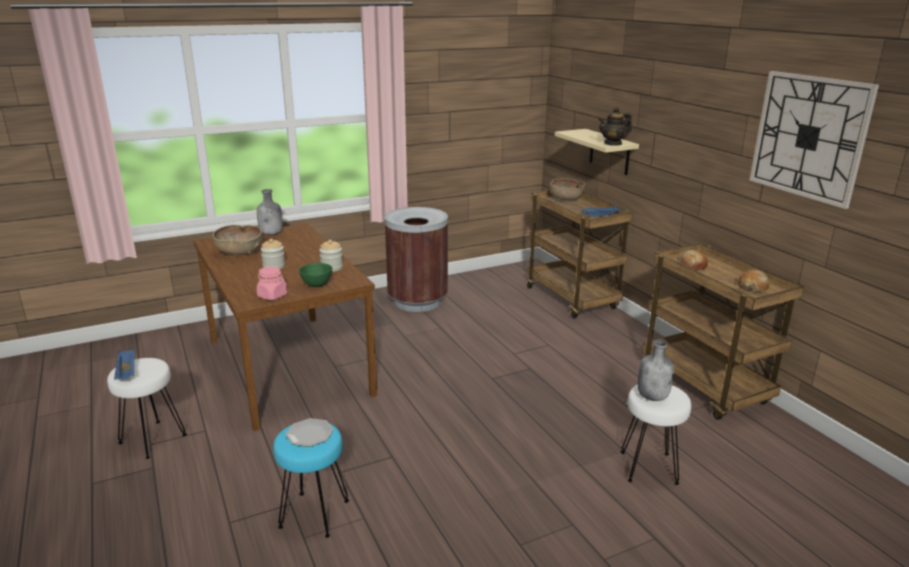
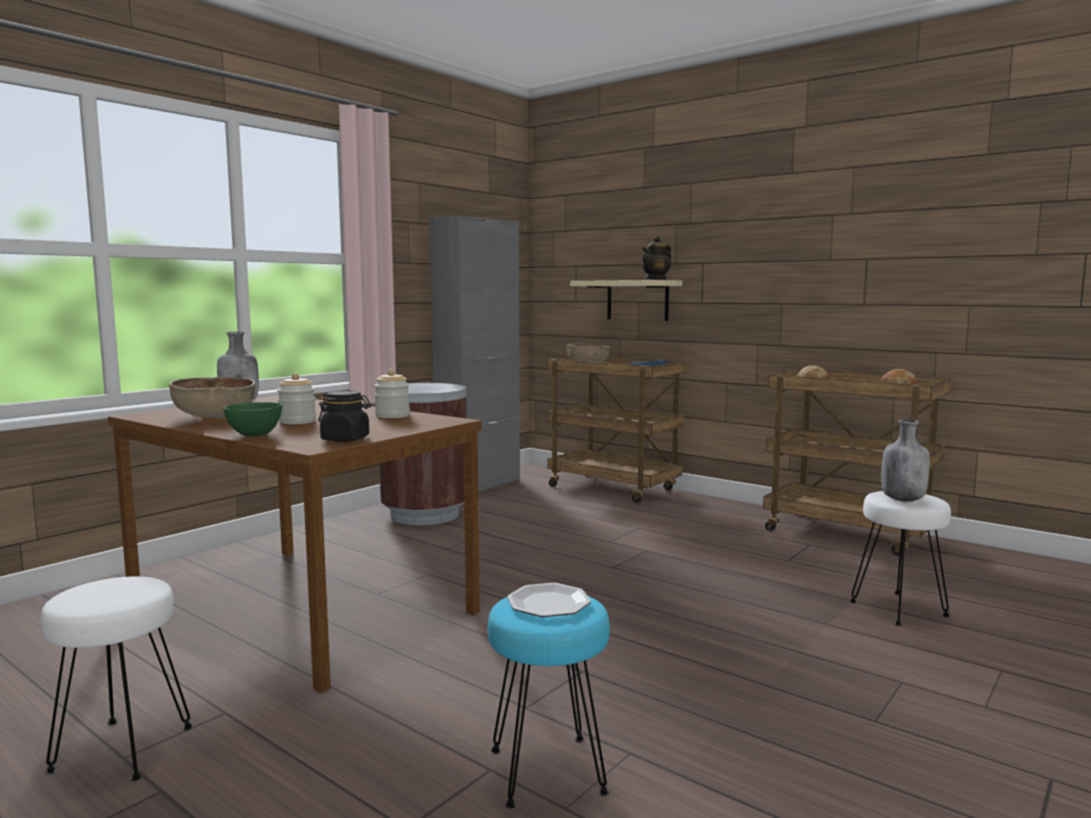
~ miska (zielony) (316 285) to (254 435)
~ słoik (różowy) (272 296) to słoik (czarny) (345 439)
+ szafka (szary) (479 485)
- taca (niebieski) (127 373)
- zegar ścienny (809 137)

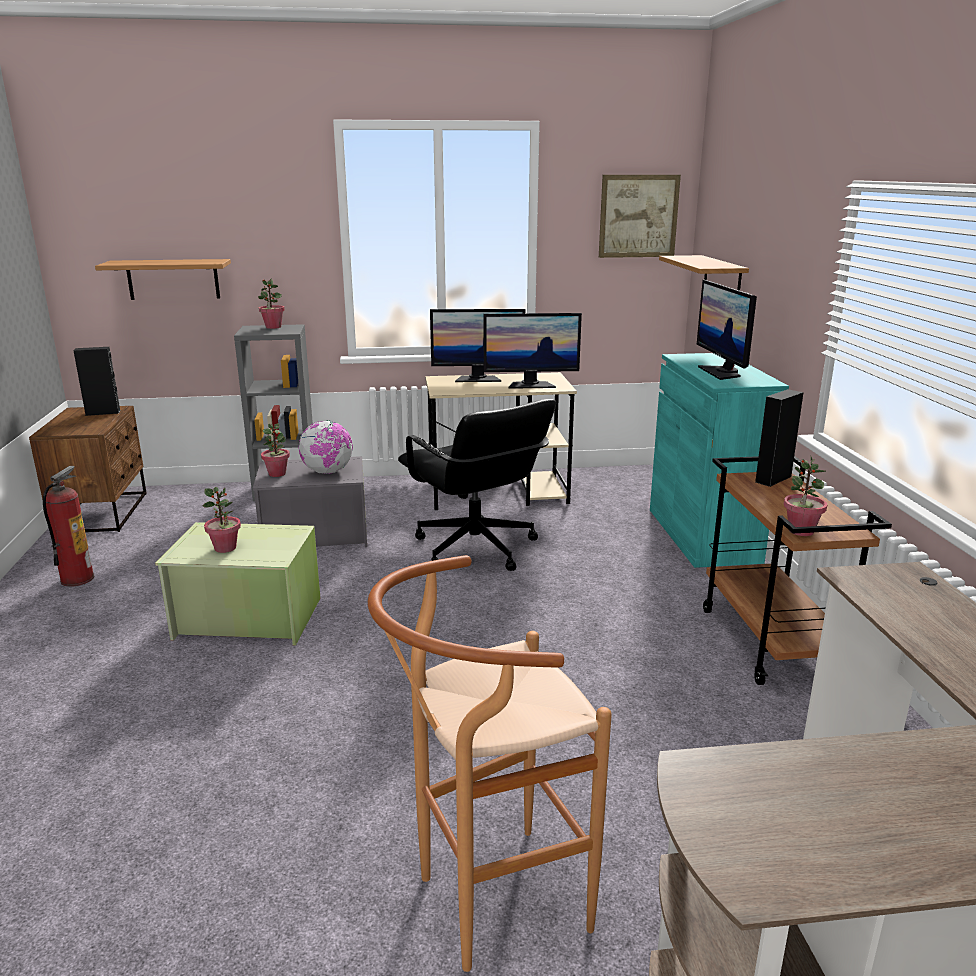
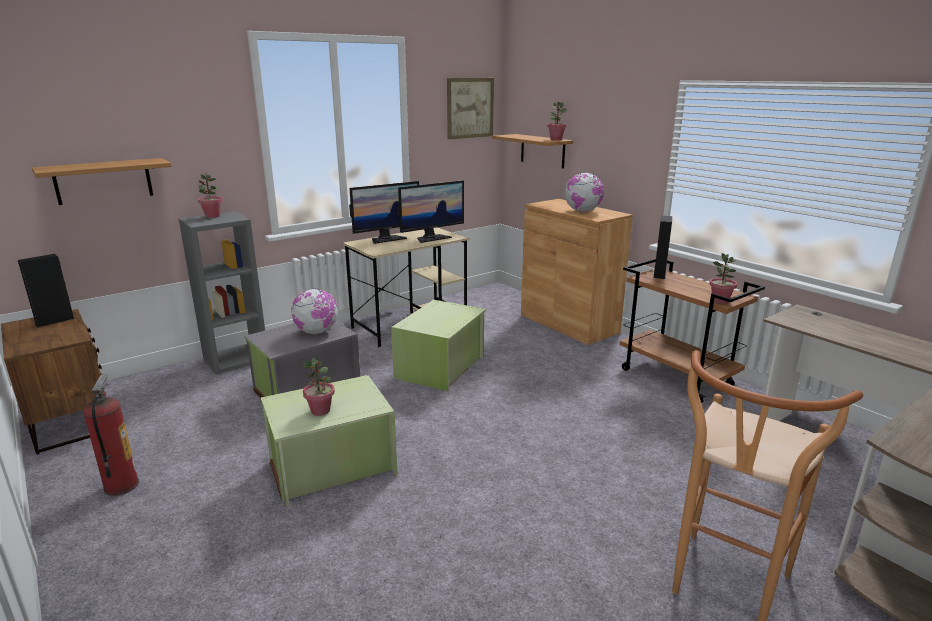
~ krzesło biurowe (czarny) (475 549) to pojemnik do przechowywania (zielony) (441 367)
~ szafka (turkusowy) (702 535) to szafka (brązowy) (568 323)
~ roślina doniczkowa (277 474) to (556 139)
~ monitor (722 372) to globus (583 211)

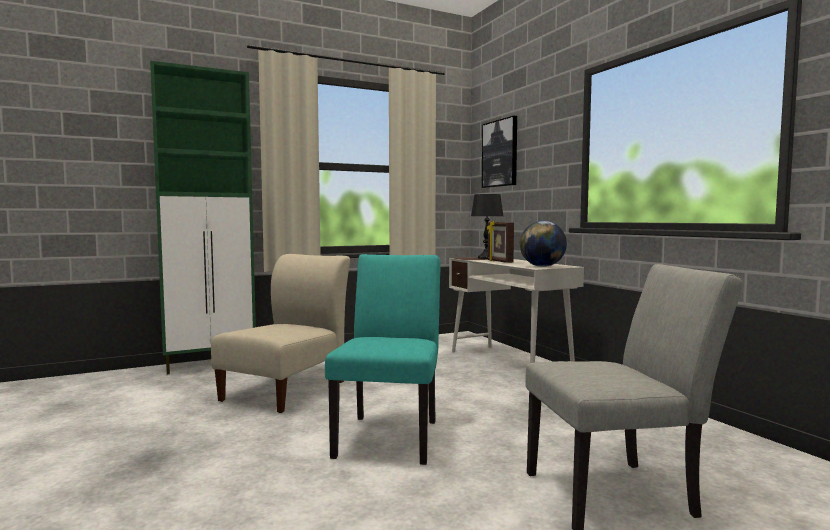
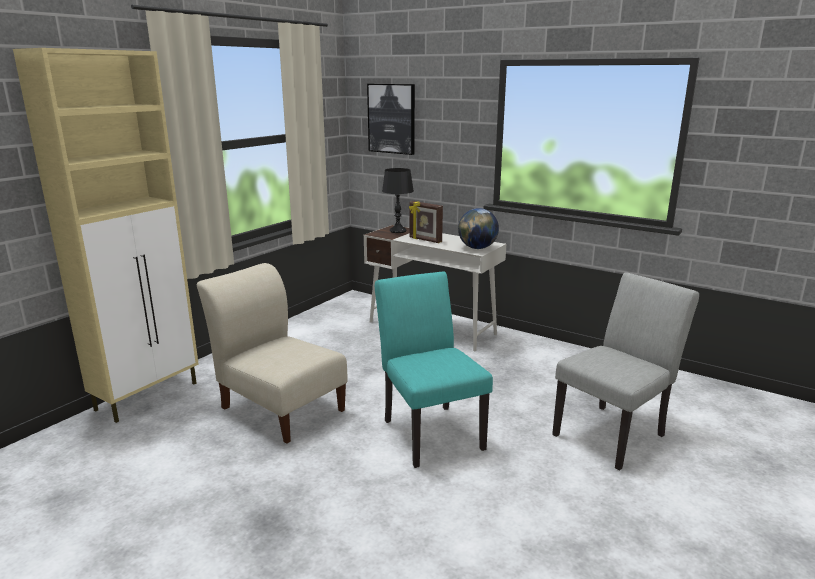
~ szafka (zielony) (211 364) to szafka (beżowy) (148 396)
~ krzesło (beżowy) (287 389) = (280 407) 45 degrees counterclockwise

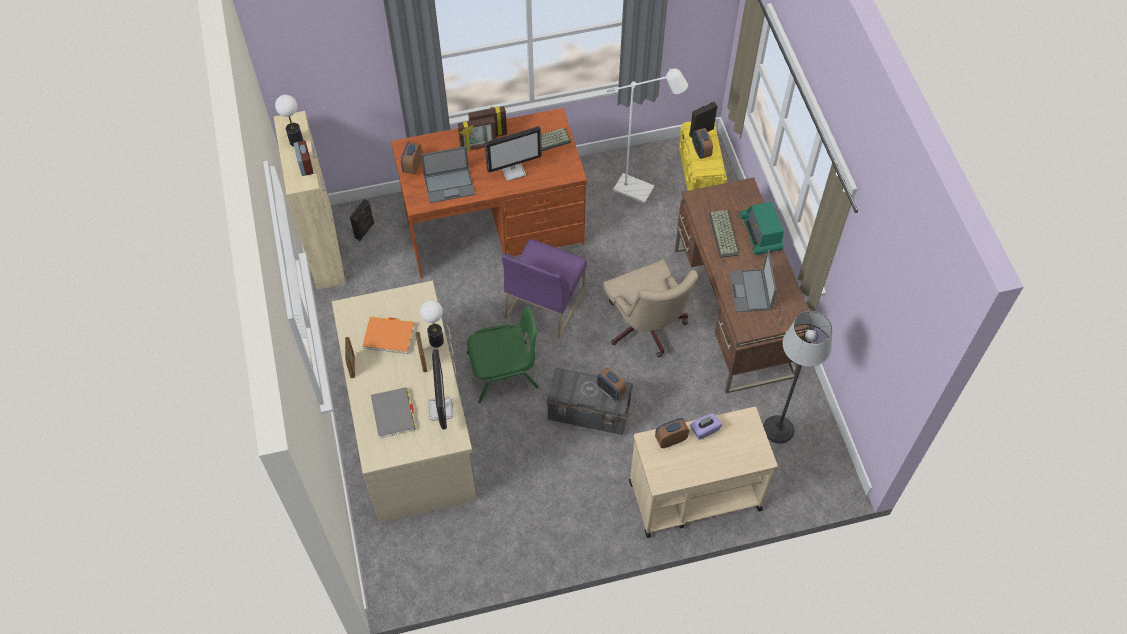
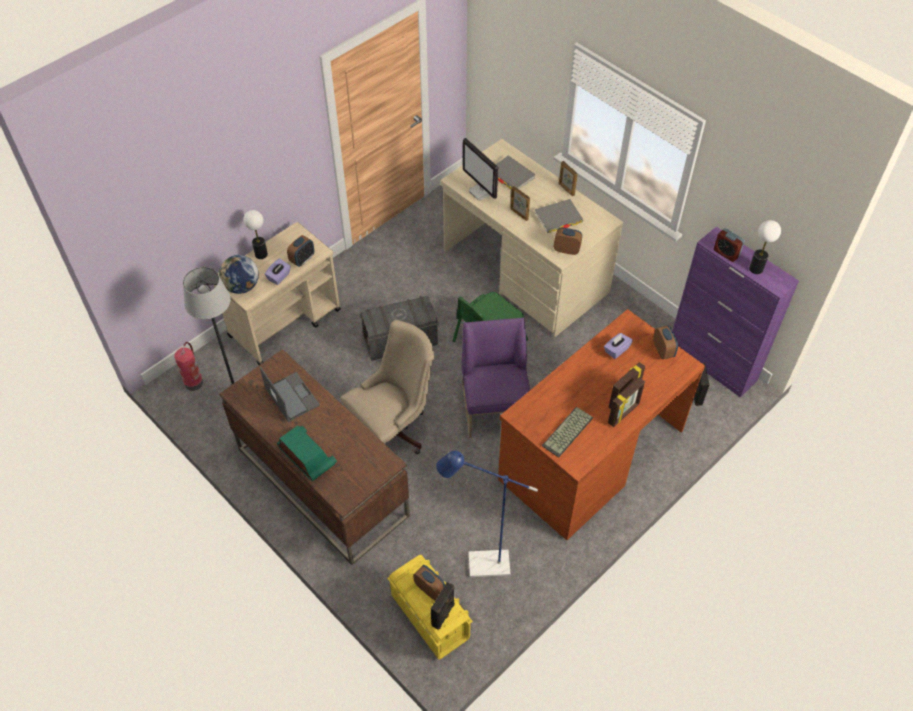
+ gaśnica (193 382)
+ globus (242 287)
~ lampa stołowa (436 341) to (261 254)
~ krzesło biurowe (beżowy) (646 328) = (393 429) 105 degrees clockwise
~ lampa stojąca (biały) (640 191) to lampa stojąca (niebieski) (480 564)
~ książka (pomarańczowy) (389 336) to książka (szary) (558 218)
~ budzik (610 391) to (566 250)
~ laptop (450 185) to pudełko chusteczek (fioletowy) (616 350)
~ szafka (beżowy) (324 249) to szafka (fioletowy) (712 363)
- monitor (513 170)
- klawiatura (724 234)

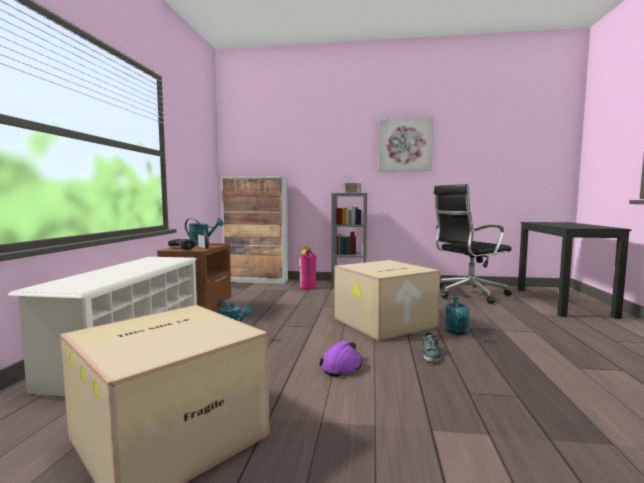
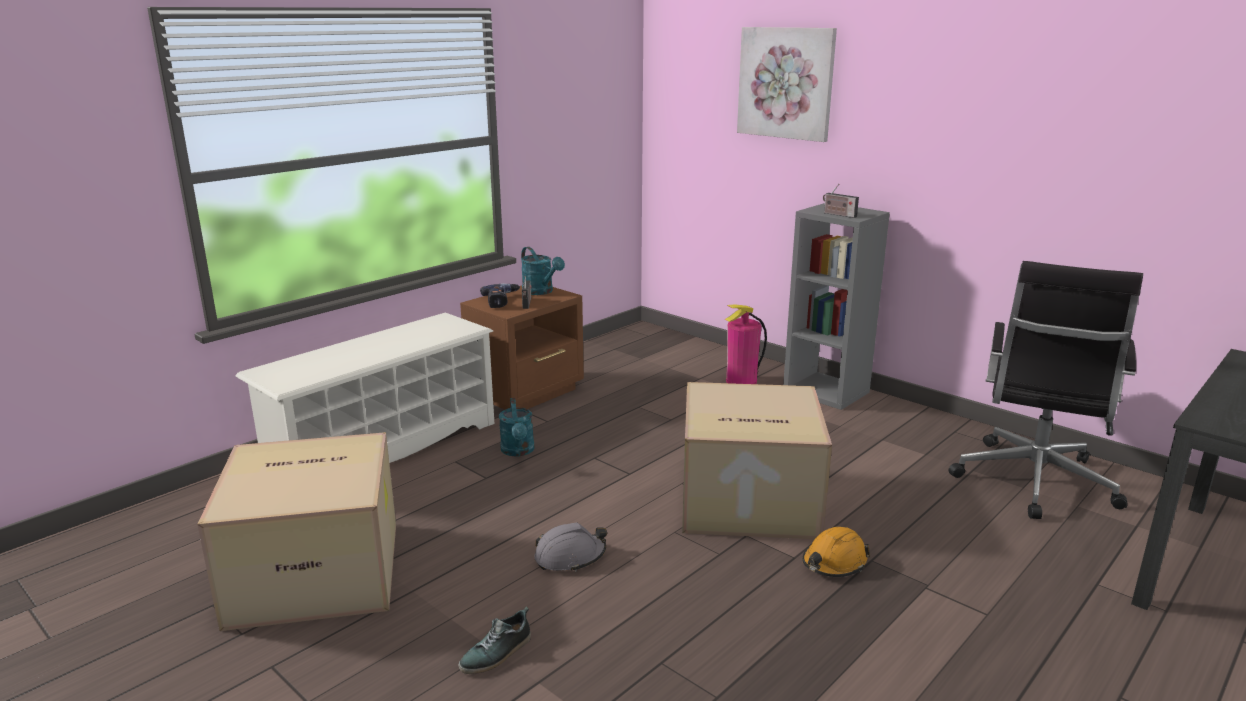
~ but (430 354) to (497 653)
~ kask (fioletowy) (341 366) to kask (szary) (570 557)
~ obraz (405 145) to (786 83)
~ konewka (turkusowy) (457 332) to kask (pomarańczowy) (834 563)
~ krzesło biurowe (czarny) (468 294) = (1033 483) 75 degrees counterclockwise
- szafka (256 280)

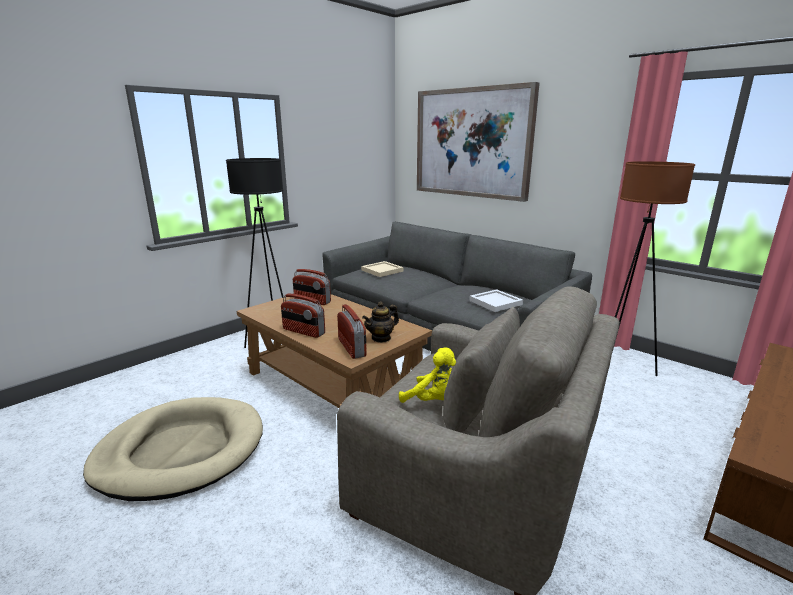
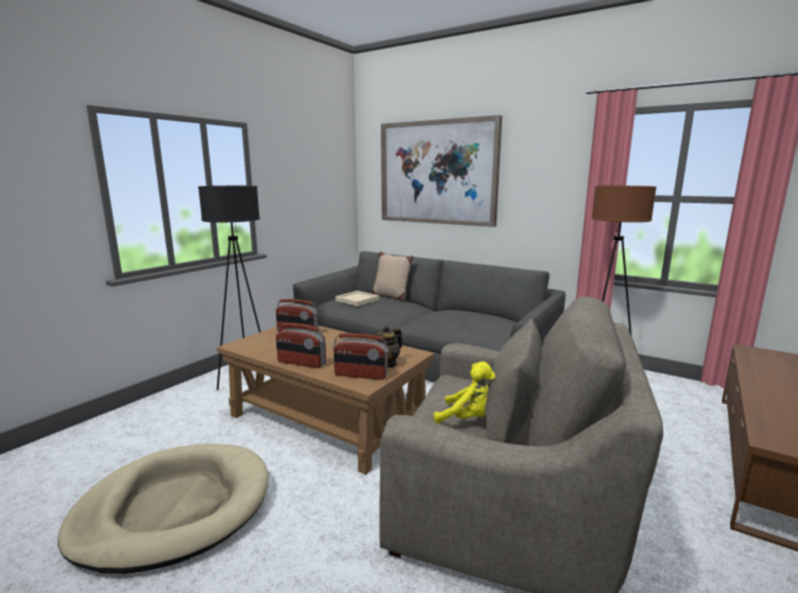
~ radio (352 348) = (361 375) 135 degrees clockwise
+ poduszka (beżowy) (391 296)
- taca (biały) (494 302)

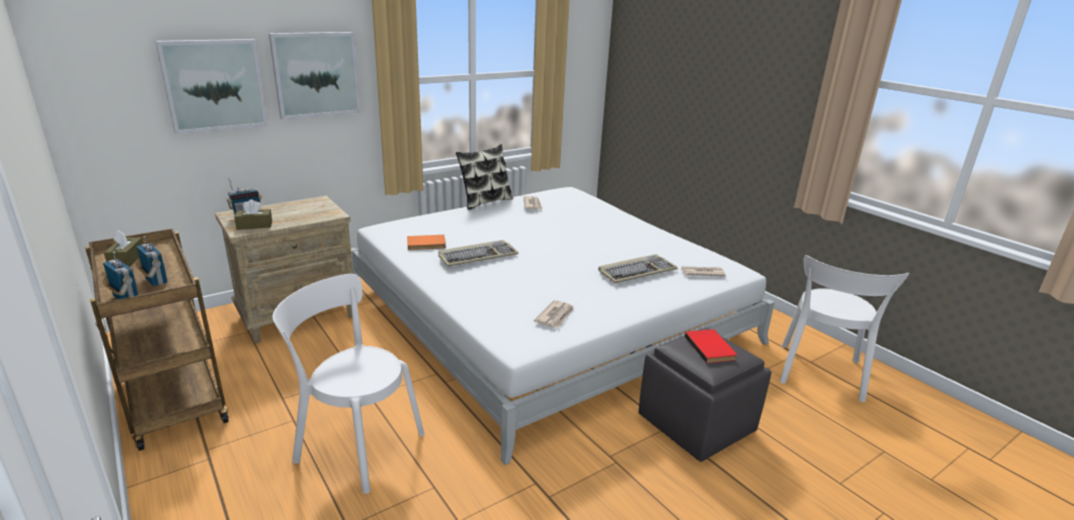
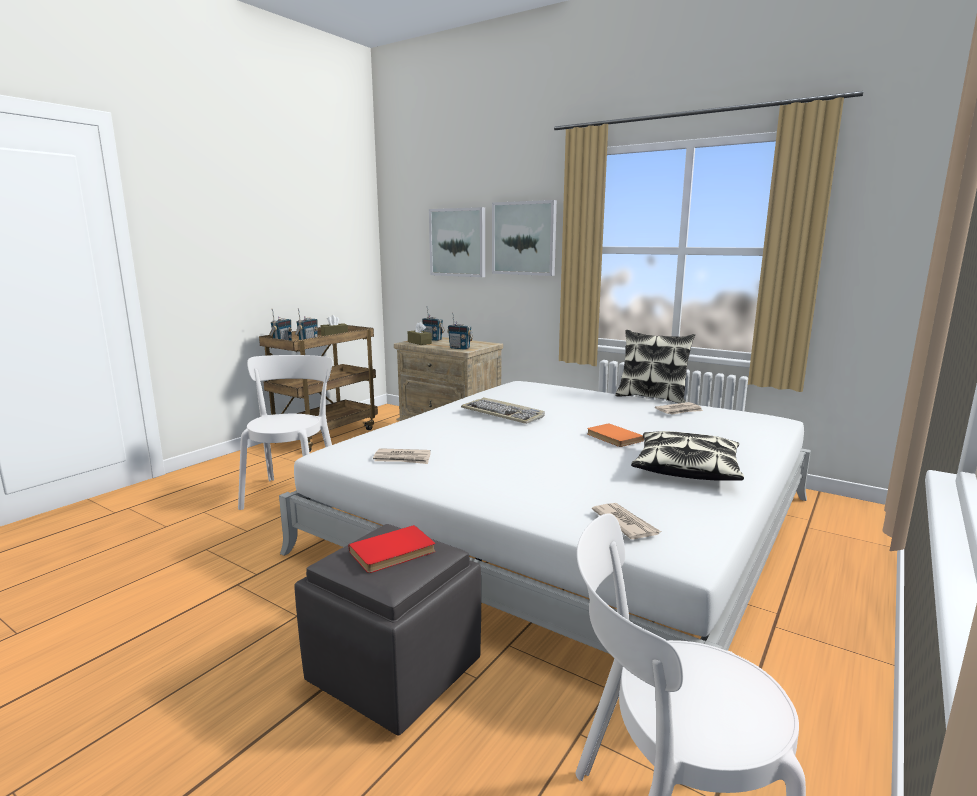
+ radio (460 348)
~ książka (pomarańczowy) (426 244) to (612 437)
+ poduszka (686 469)
- klawiatura (636 271)

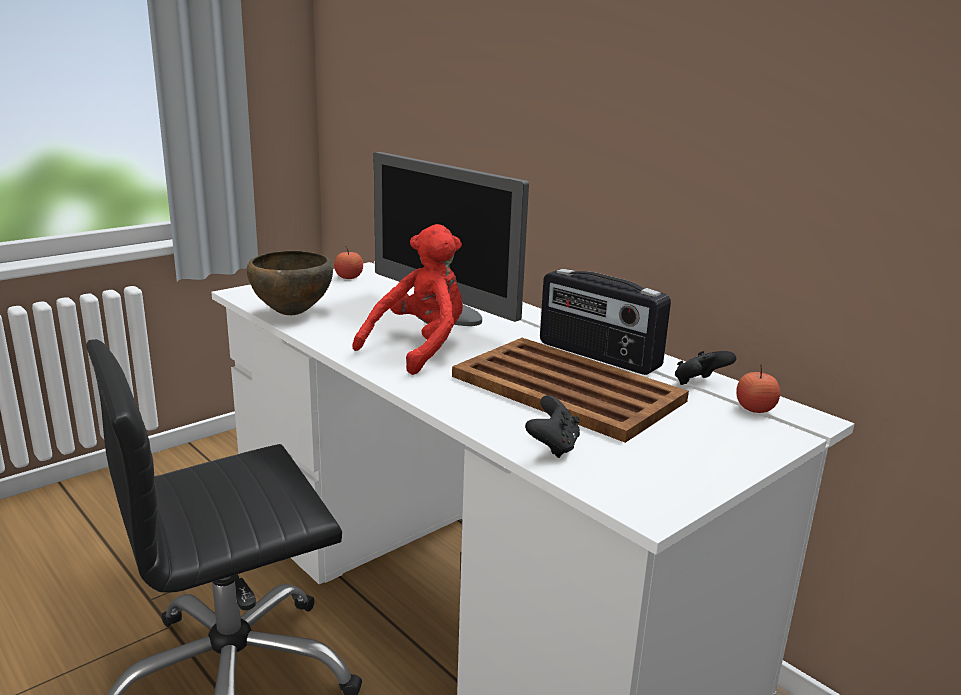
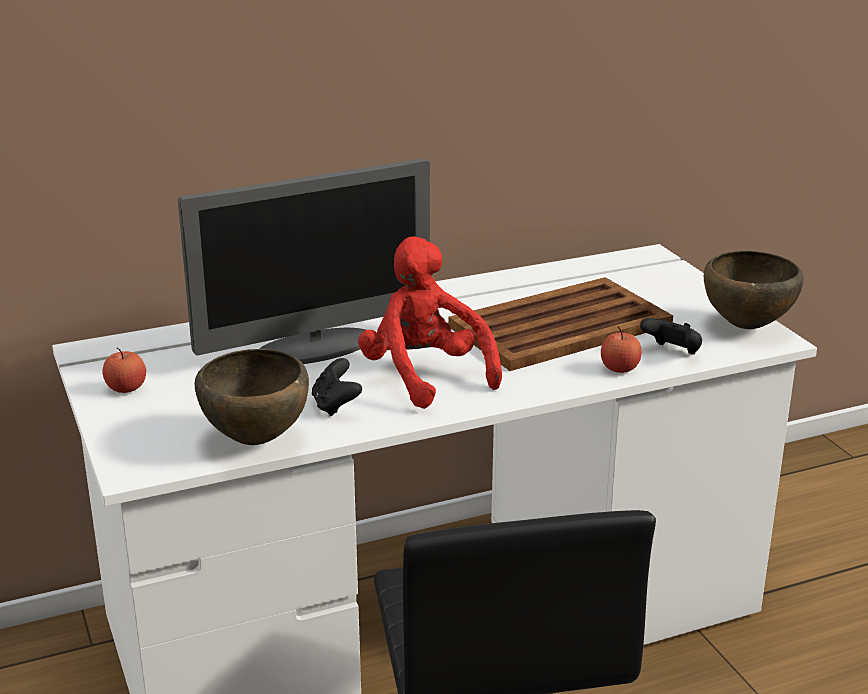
~ pad do gier (czarny) (699 384) to (335 406)
~ jabłko (755 409) to (619 368)
+ miska (brązowy) (746 326)
- radio (597 356)

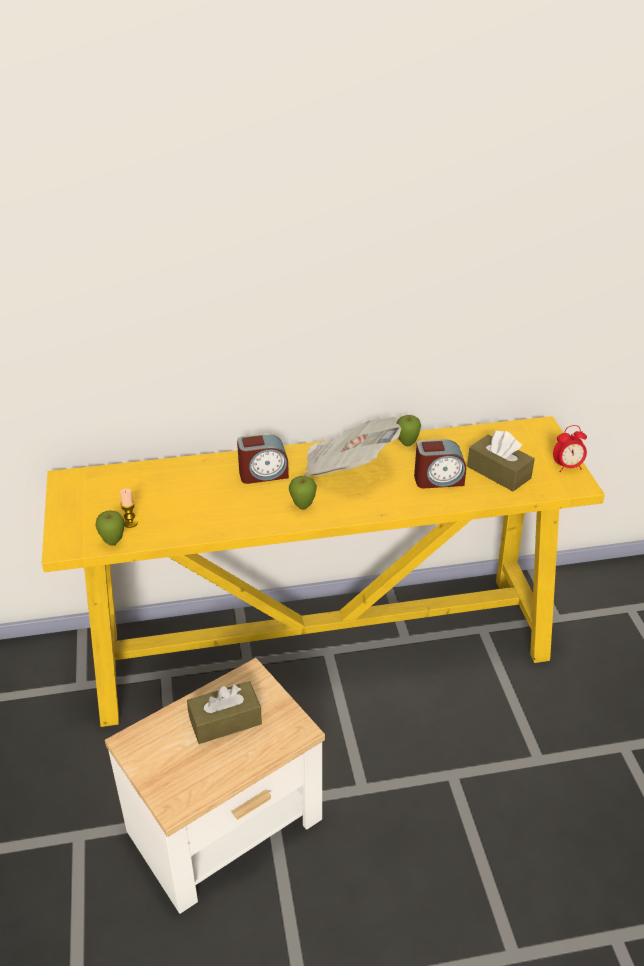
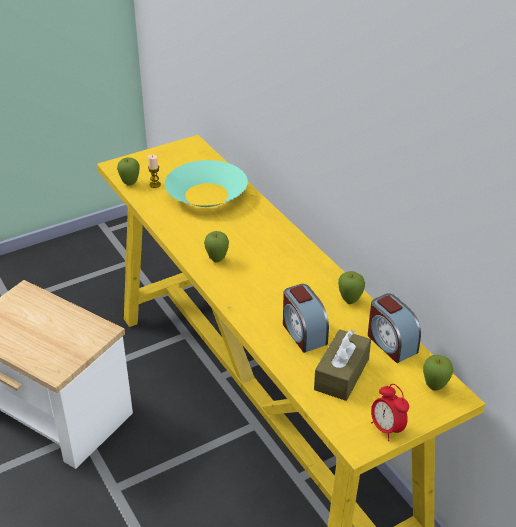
+ miska (turkusowy) (207 194)
~ budzik (263 474) to (391 343)
+ jabłko (434 387)
- pudełko chusteczek (brązowy) (225 721)
- gazeta (348 468)

